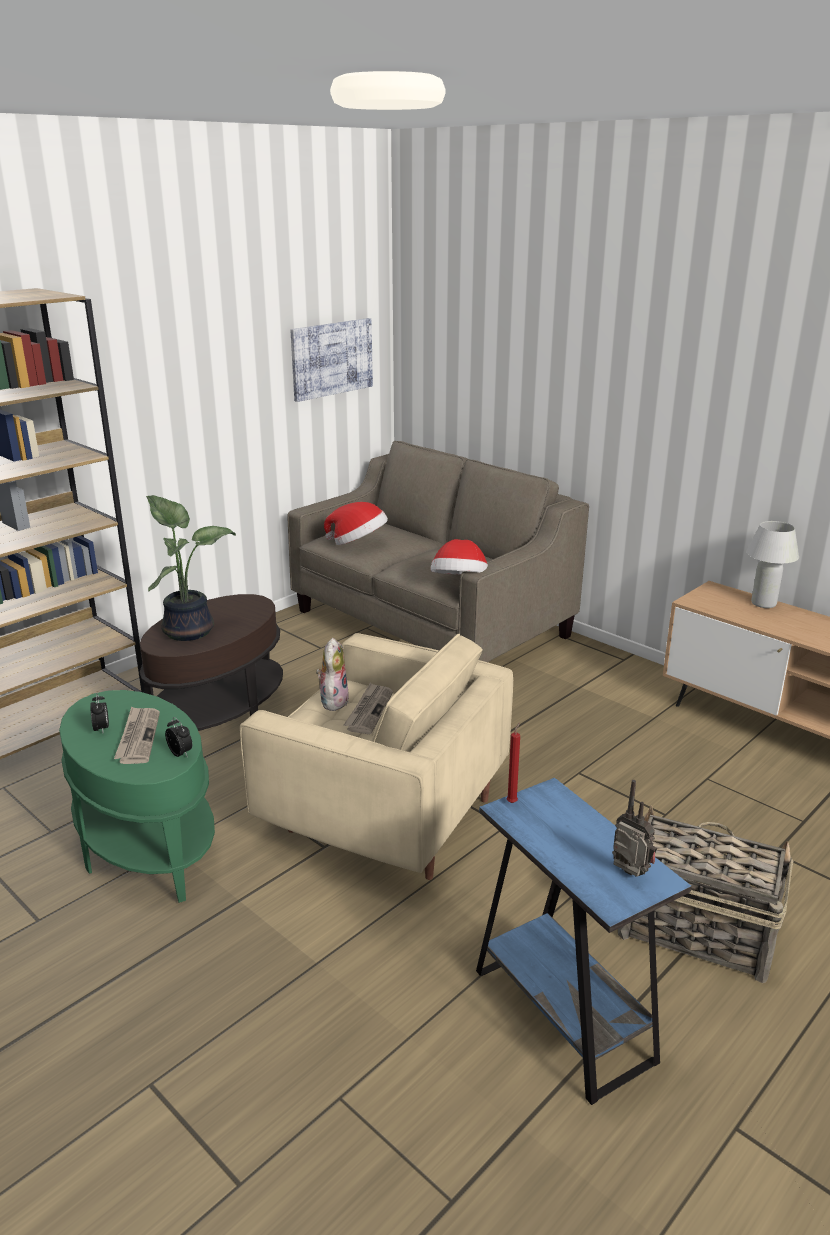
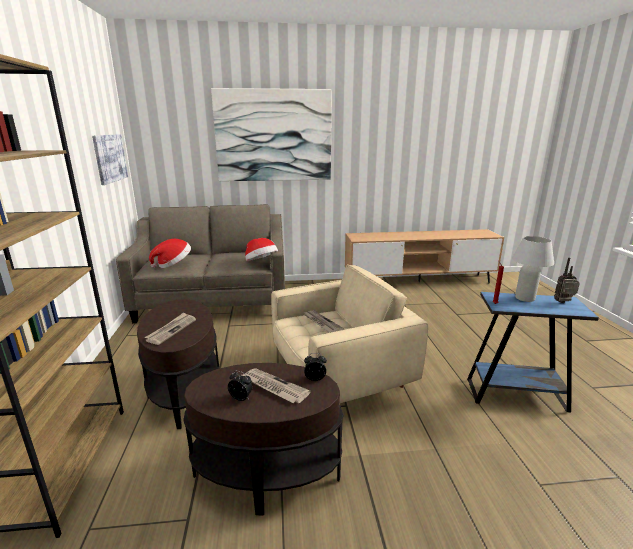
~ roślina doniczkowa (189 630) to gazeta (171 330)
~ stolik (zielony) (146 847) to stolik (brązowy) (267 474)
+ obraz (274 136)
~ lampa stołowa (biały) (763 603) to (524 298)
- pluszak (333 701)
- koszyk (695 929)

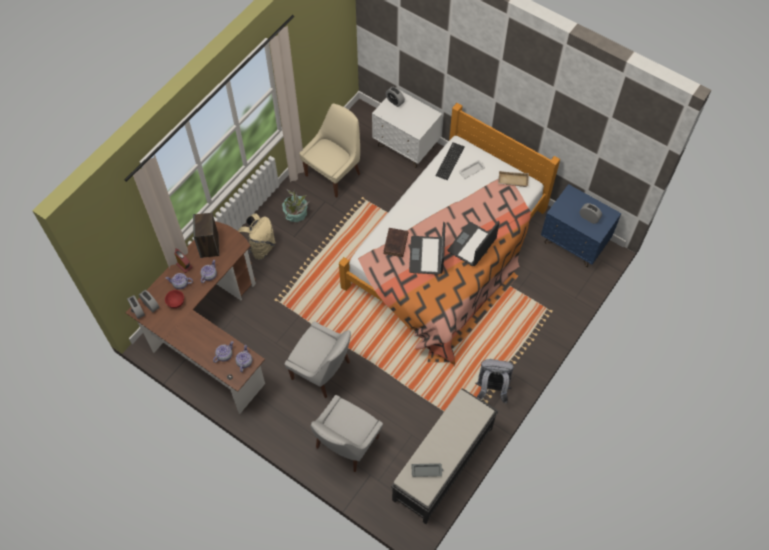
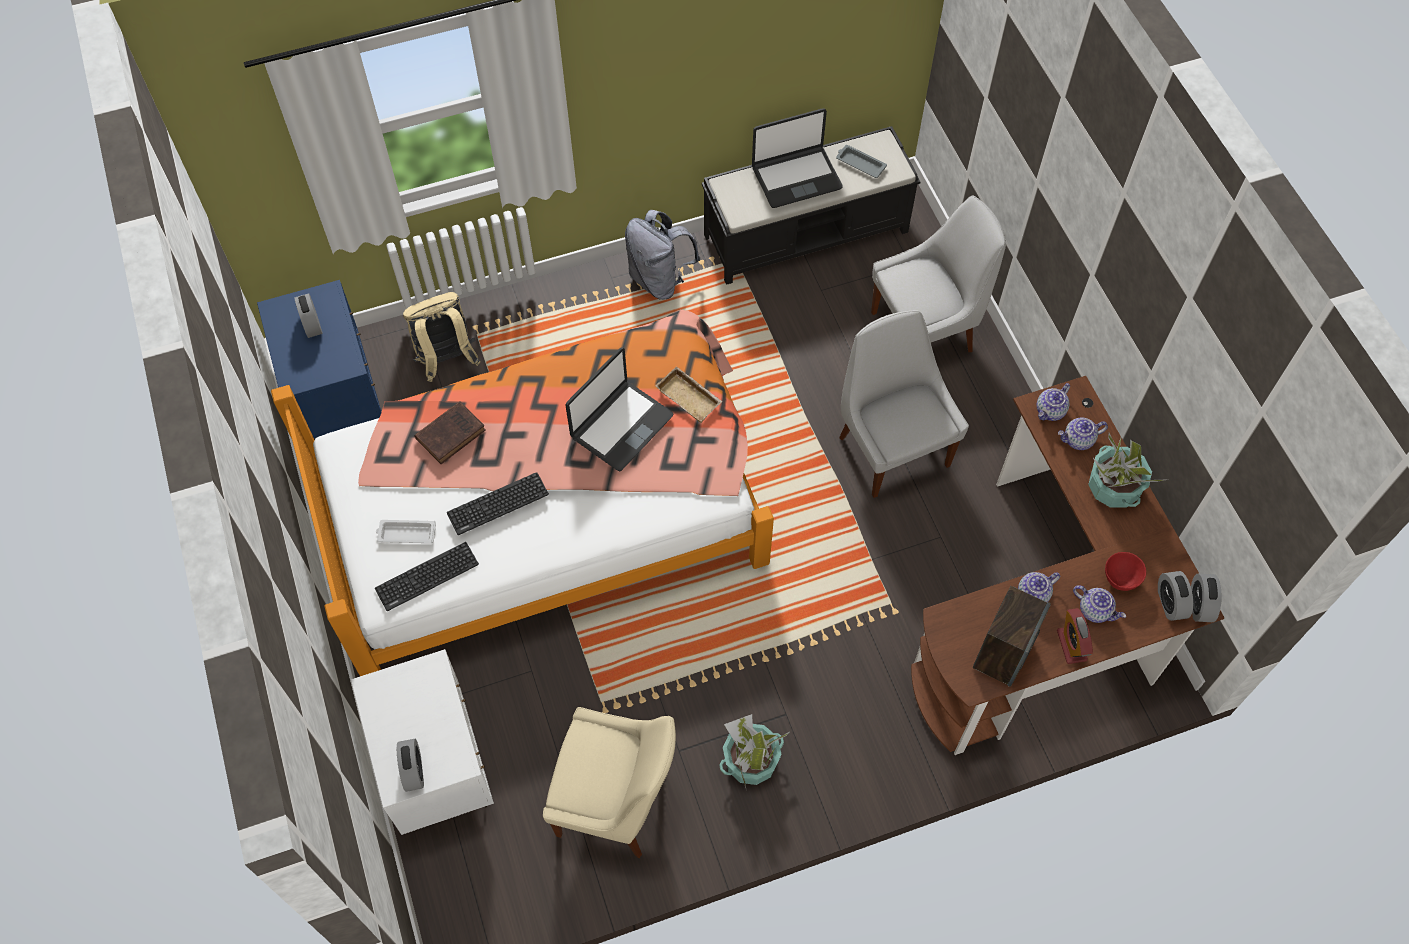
~ plecak (beżowy) (260 248) to (446 360)
~ książka (brązowy) (395 244) to (452 433)
+ klawiatura (498 504)
~ krzesło (beżowy) (334 173) = (617 802) 150 degrees counterclockwise
~ taca (beżowy) (512 181) to (690 397)
~ laptop (472 245) to (796 177)
+ roślina doniczkowa (1113 487)

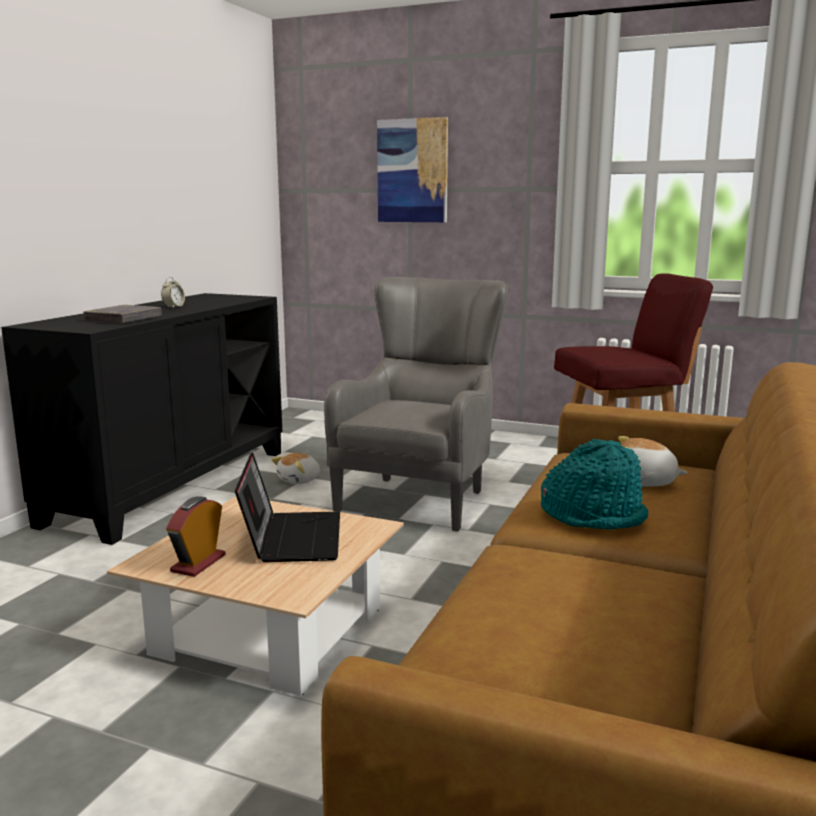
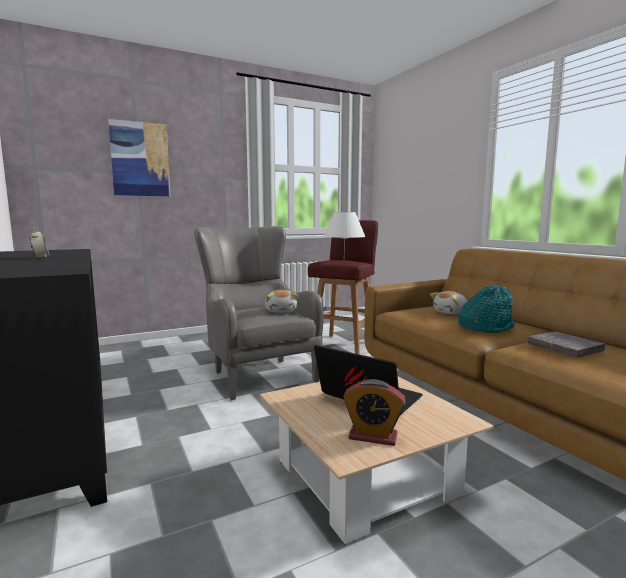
~ pluszak (300 480) to (281 311)
+ lampa stołowa (biały) (344 259)
~ budzik (198 563) = (373 436) 45 degrees counterclockwise
~ książka (szary) (124 319) to (564 348)

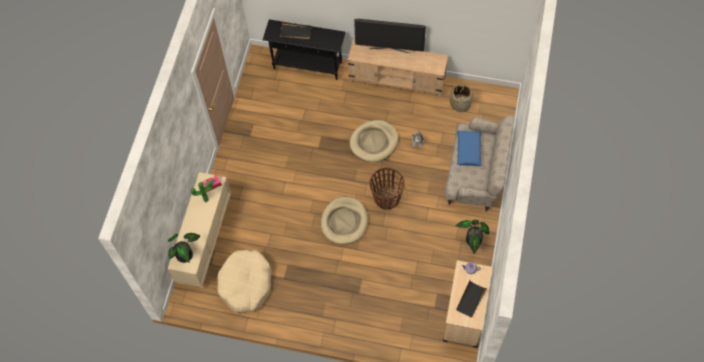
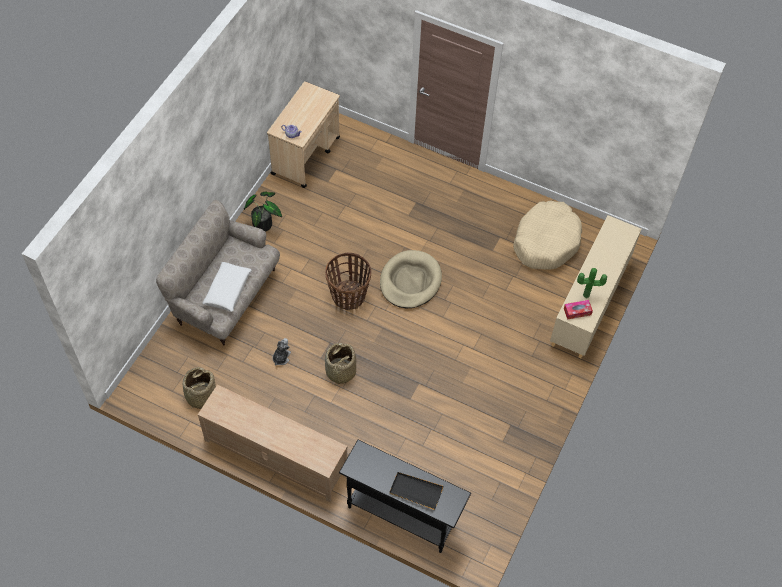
~ poduszka (niebieski) (468 150) to poduszka (biały) (228 290)
~ legowisko (beżowy) (374 142) to koszyk (340 371)
- roślina doniczkowa (186 255)
- telewizor (389 50)
- taca (czarny) (470 299)

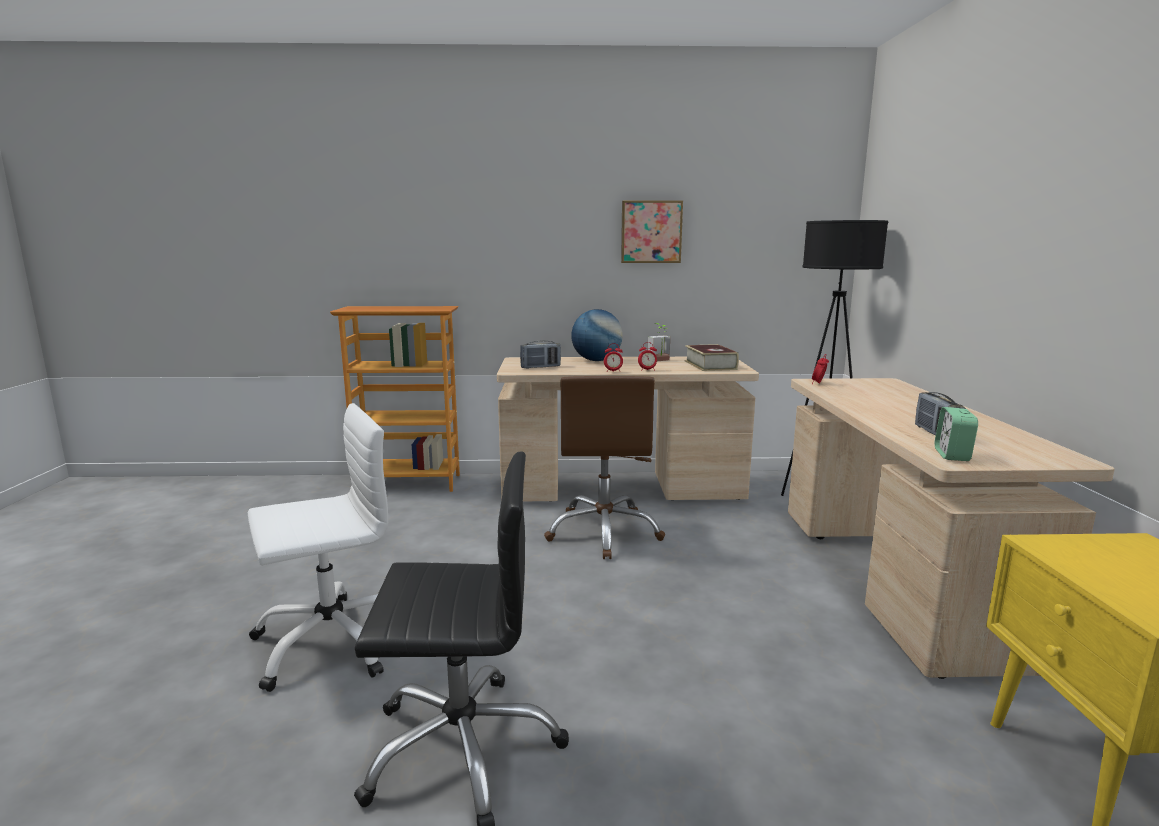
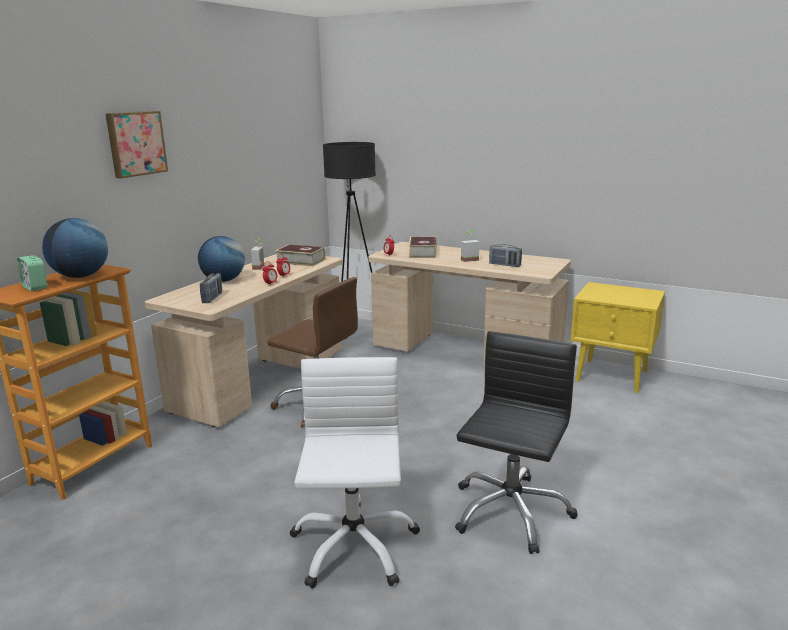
~ budzik (952 455) to (35 287)
+ globus (81 276)
~ obraz (651 232) to (135 143)
+ książka (422 253)
+ roślina doniczkowa (468 259)

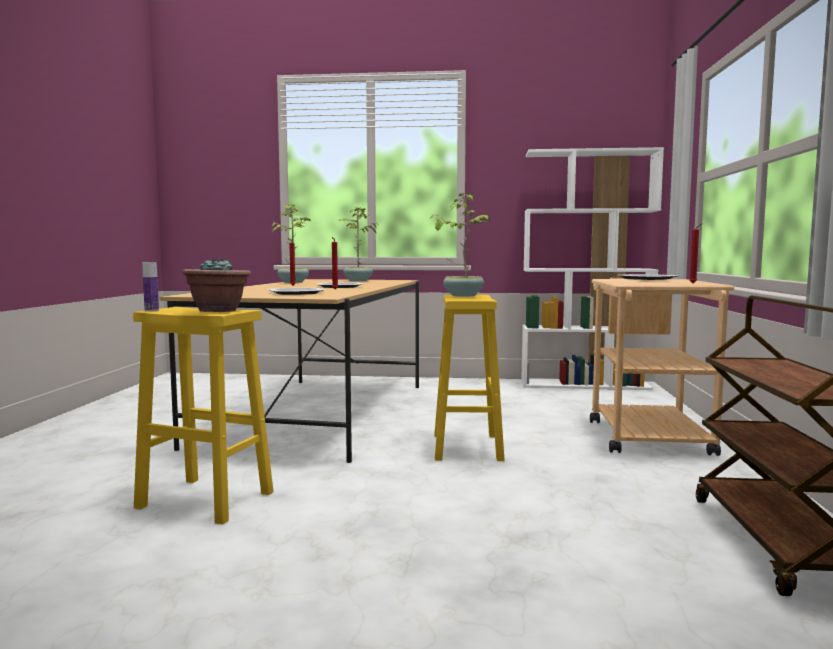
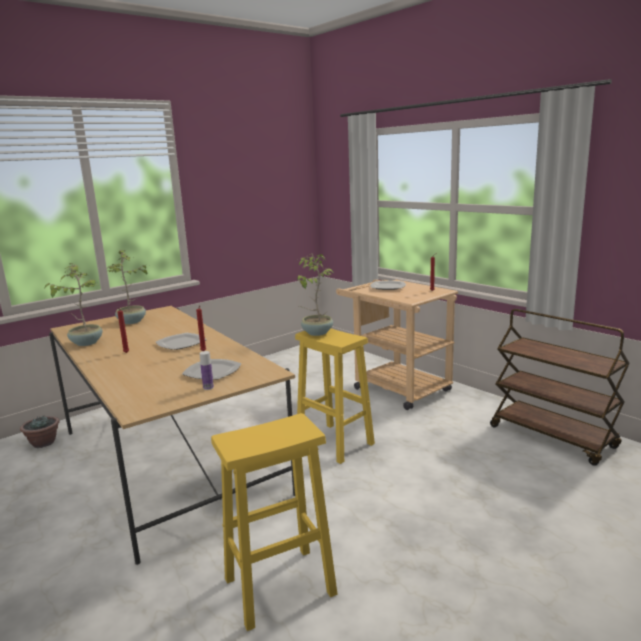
~ roślina doniczkowa (218 310) to (43 443)
~ butelka (151 310) to (208 387)
- regał (biały) (585 385)

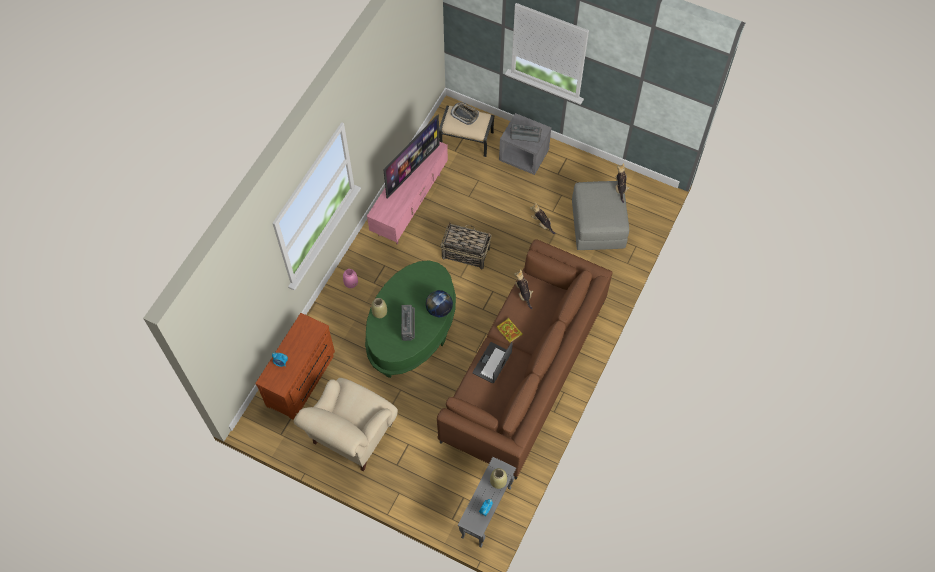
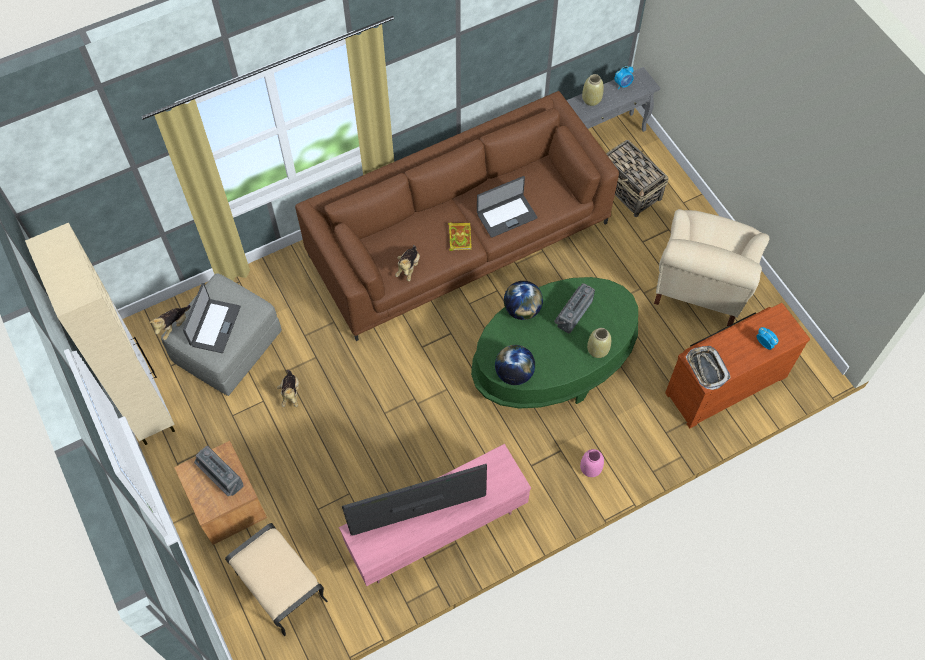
+ szafka (beżowy) (146 406)
~ szafka nocna (szary) (524 156) to szafka nocna (brązowy) (227 504)
+ laptop (214 326)
+ globus (514 373)
~ koszyk (465 253) to (629 190)
~ fotel (beżowy) (352 435) = (700 286) 135 degrees clockwise
~ taca (464 114) to (706 369)

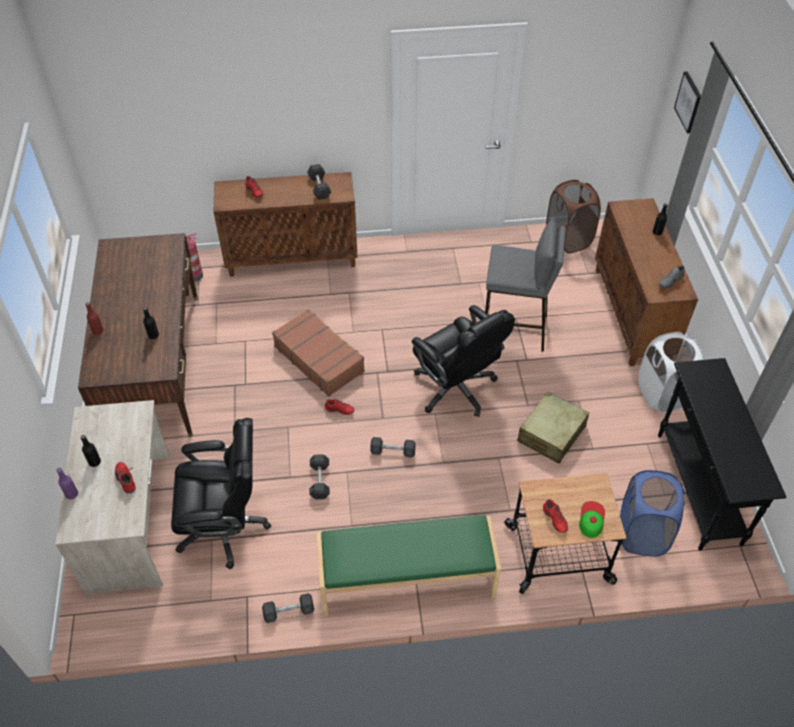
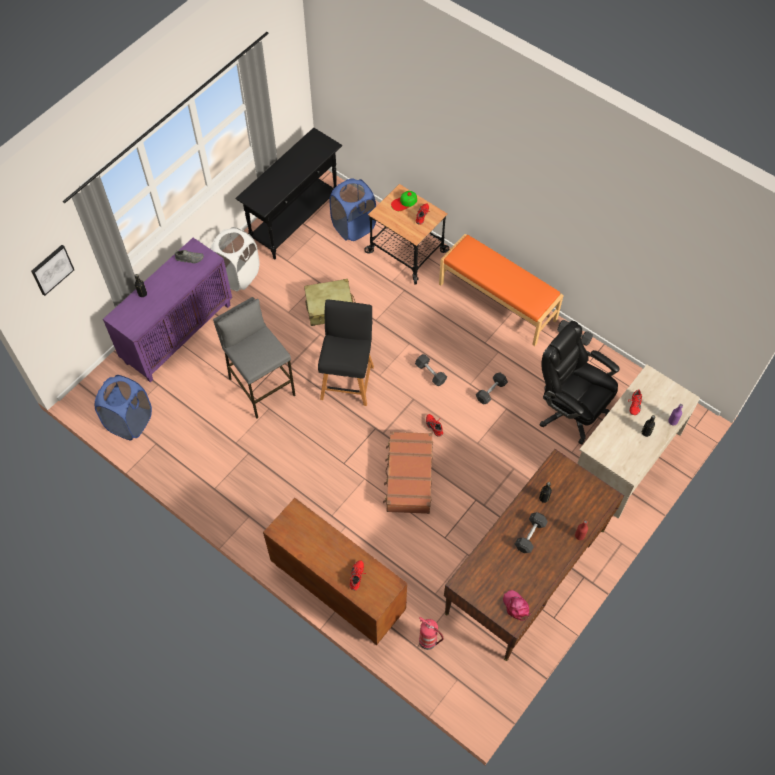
~ kosz na pranie (brązowy) (568 239) to kosz na pranie (niebieski) (130 422)
~ szafka (brązowy) (632 315) to szafka (fioletowy) (178 333)
~ krzesło biurowe (czarny) (456 388) to stołek (czarny) (347 380)
~ ławka (zielony) (407 581) to ławka (pomarańczowy) (498 301)
+ czapka z daszkiem (różowy) (516 606)
~ hantel (szary) (319 187) to (530 535)

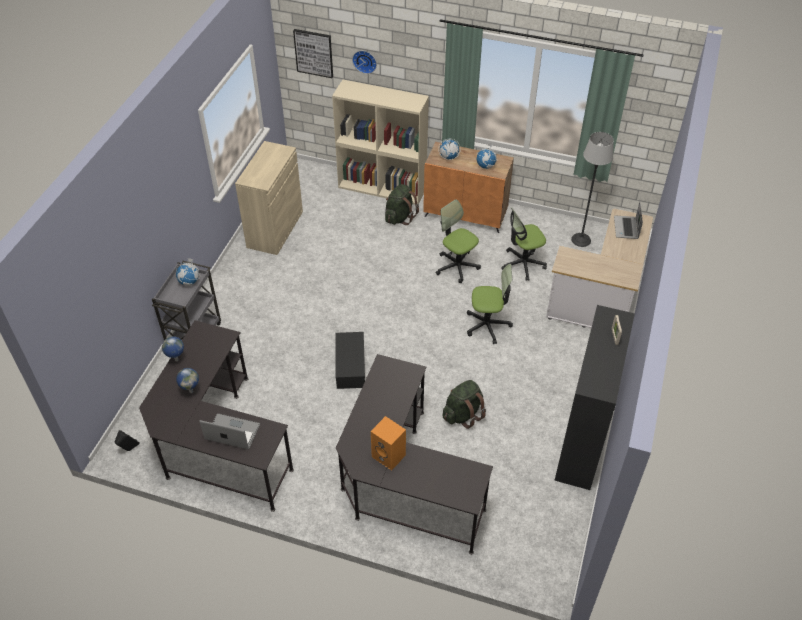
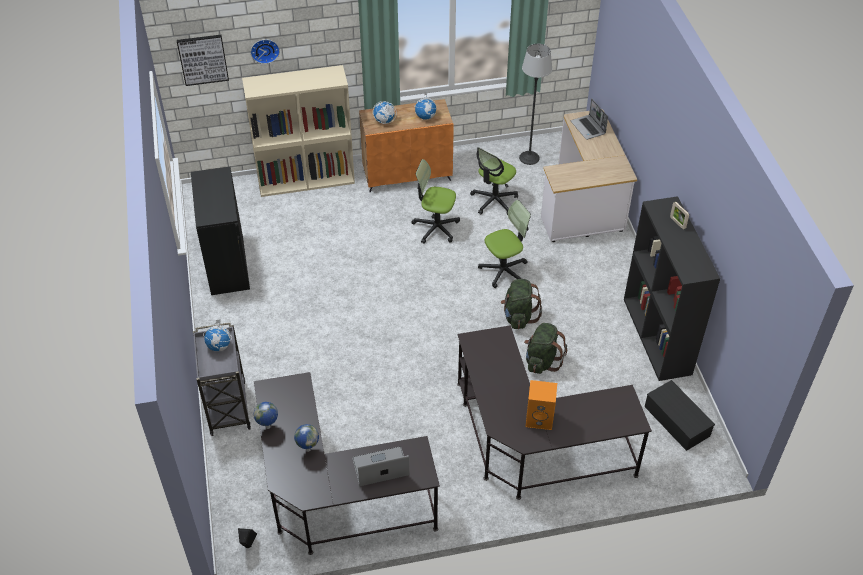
~ szafka (beżowy) (275 229) to szafka (czarny) (227 264)
~ plecak (zielony) (400 217) to (518 316)
~ pojemnik do przechowywania (czarny) (349 365) to (675 421)

